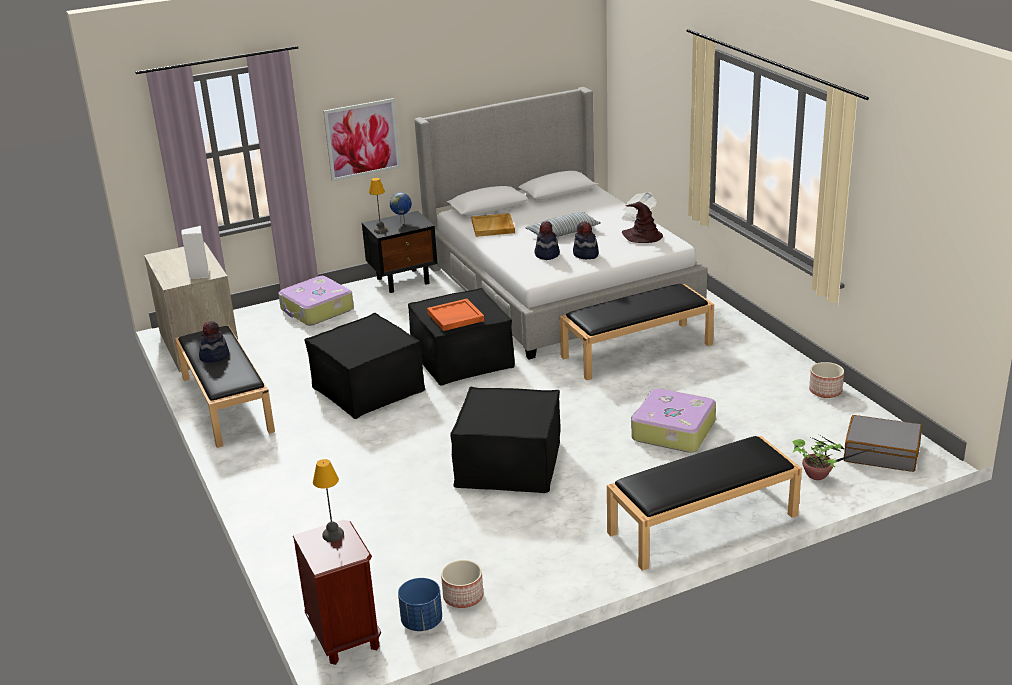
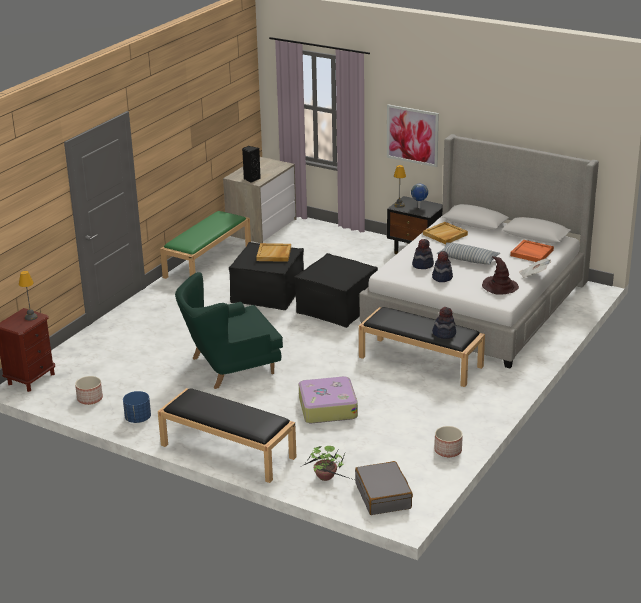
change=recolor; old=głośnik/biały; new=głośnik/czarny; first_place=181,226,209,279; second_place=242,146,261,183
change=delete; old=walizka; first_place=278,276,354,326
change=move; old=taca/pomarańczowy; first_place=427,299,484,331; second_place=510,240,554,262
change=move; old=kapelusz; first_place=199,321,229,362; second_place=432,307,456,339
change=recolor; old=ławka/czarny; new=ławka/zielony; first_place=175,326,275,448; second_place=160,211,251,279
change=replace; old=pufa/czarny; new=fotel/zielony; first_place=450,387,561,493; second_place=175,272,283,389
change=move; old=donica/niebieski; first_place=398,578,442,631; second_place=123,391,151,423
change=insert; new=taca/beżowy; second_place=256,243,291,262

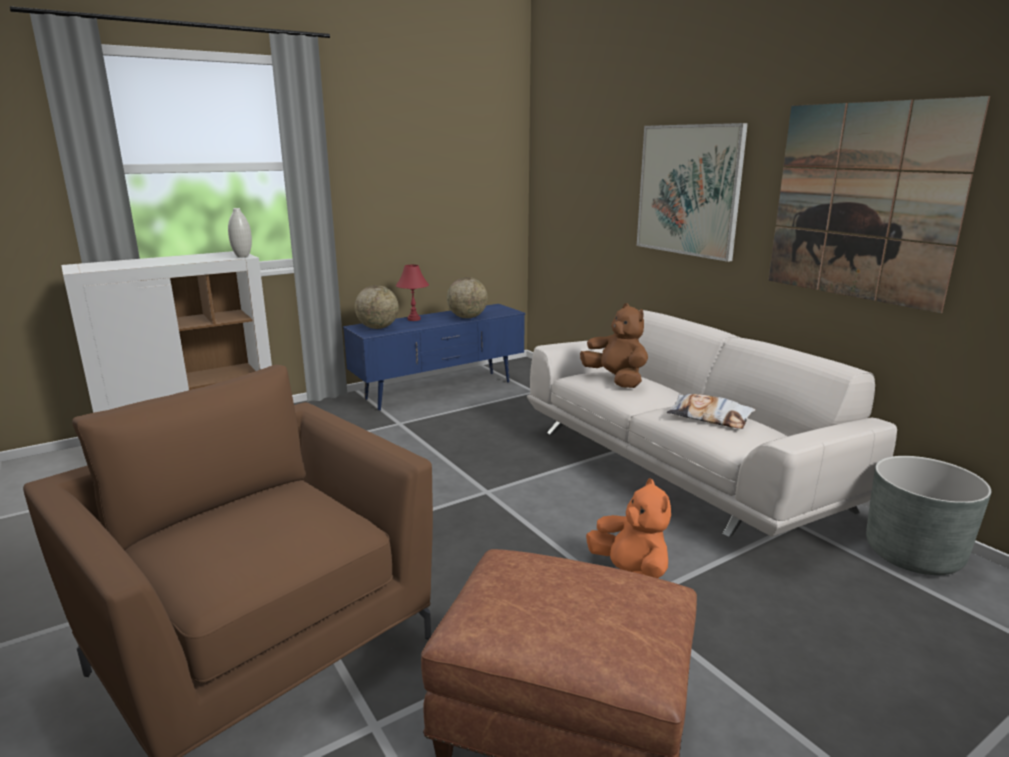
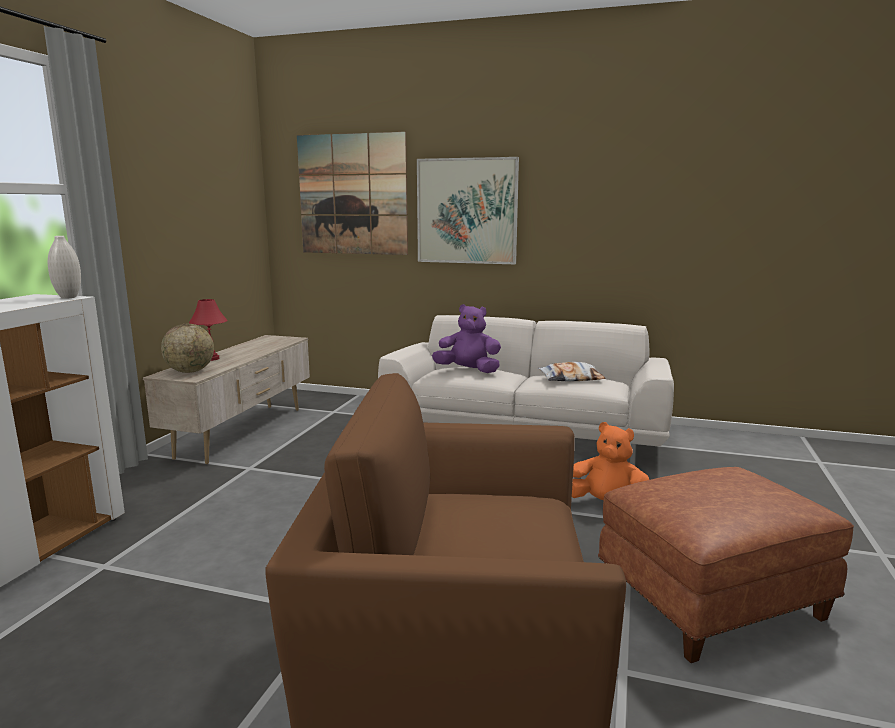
change=move; old=obraz; first_place=768,96,990,313; second_place=297,132,408,255
change=delete; old=globus; first_place=447,277,488,318
change=recolor; old=pluszak/brązowy; new=pluszak/fioletowy; first_place=580,303,648,388; second_place=432,304,501,373
change=recolor; old=szafka pod telewizor/niebieski; new=szafka pod telewizor/beżowy; first_place=343,304,525,411; second_place=143,335,310,464
change=delete; old=donica/szary; first_place=866,456,992,575

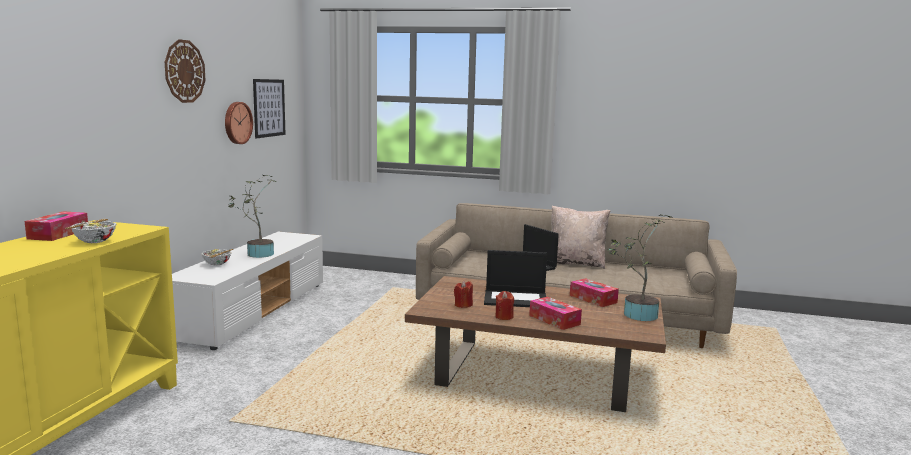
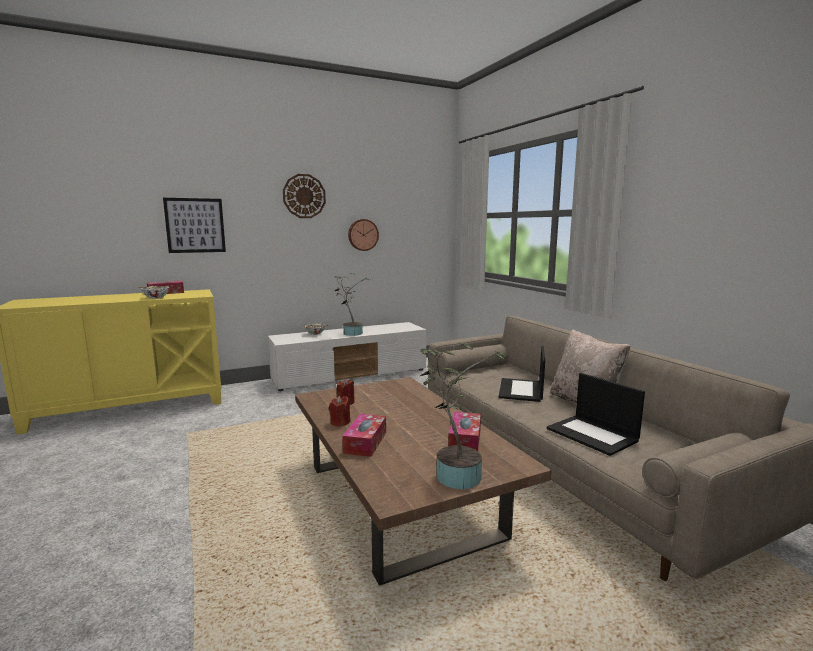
change=move; old=obraz; first_place=253,79,286,138; second_place=163,198,226,253
change=move; old=laptop; first_place=484,250,547,307; second_place=547,373,645,456

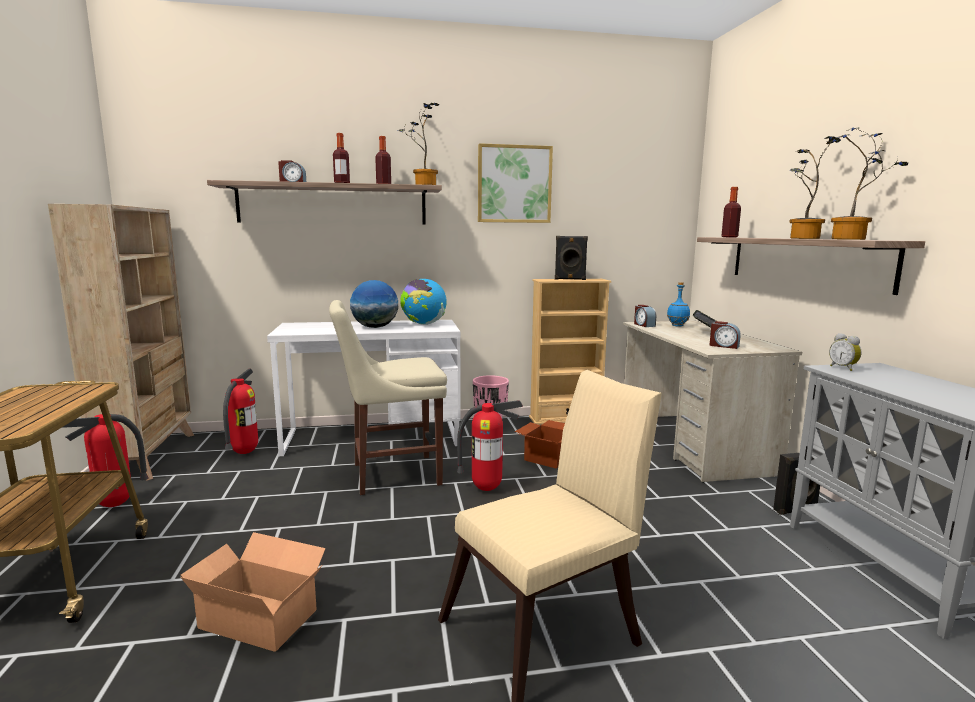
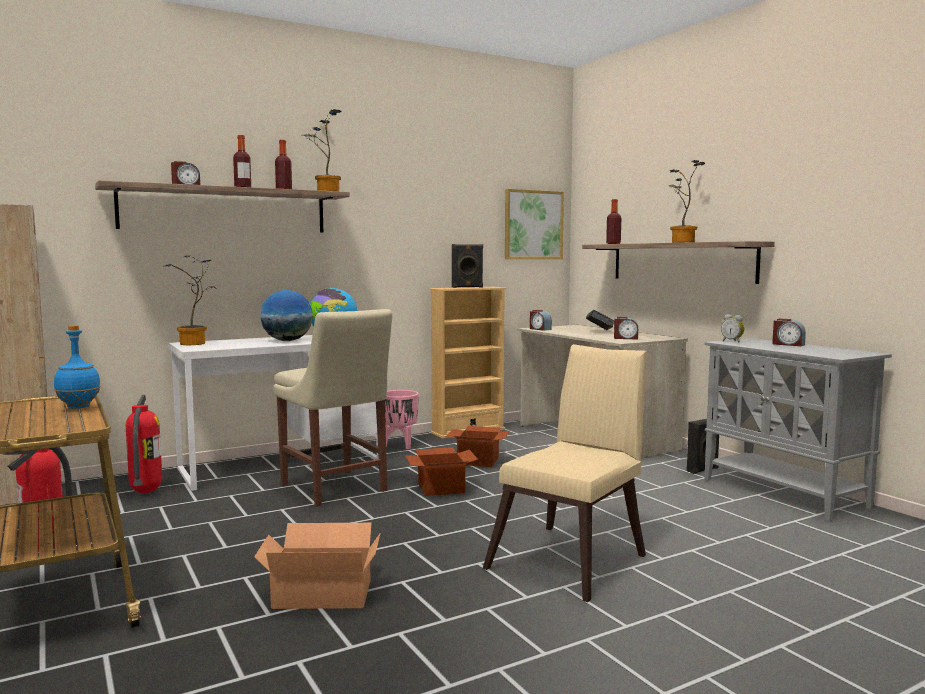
change=move; old=roślina doniczkowa; first_place=831,127,909,240; second_place=165,255,217,345
change=move; old=obraz; first_place=478,143,553,223; second_place=505,189,564,259
change=move; old=butelka/niebieski; first_place=667,282,690,327; second_place=54,325,101,409
change=rotate; old=krzesło/beżowy; first_place=329,300,447,495; second_place=273,309,392,507; degrees=-90
change=replace; old=gaśnica; new=karton; first_place=457,400,523,491; second_place=405,447,478,496
change=insert; new=budzik; second_place=772,319,806,346

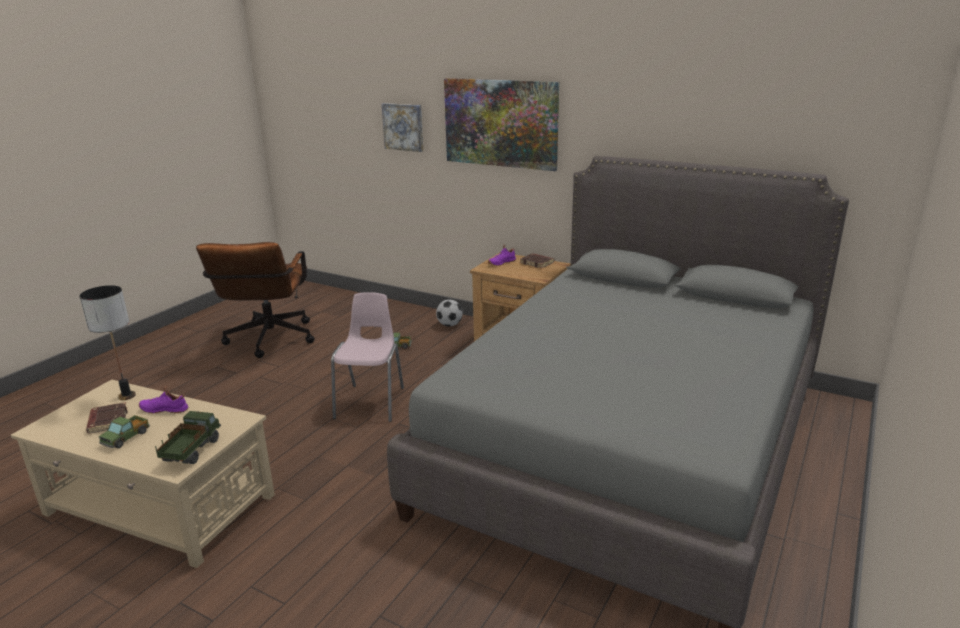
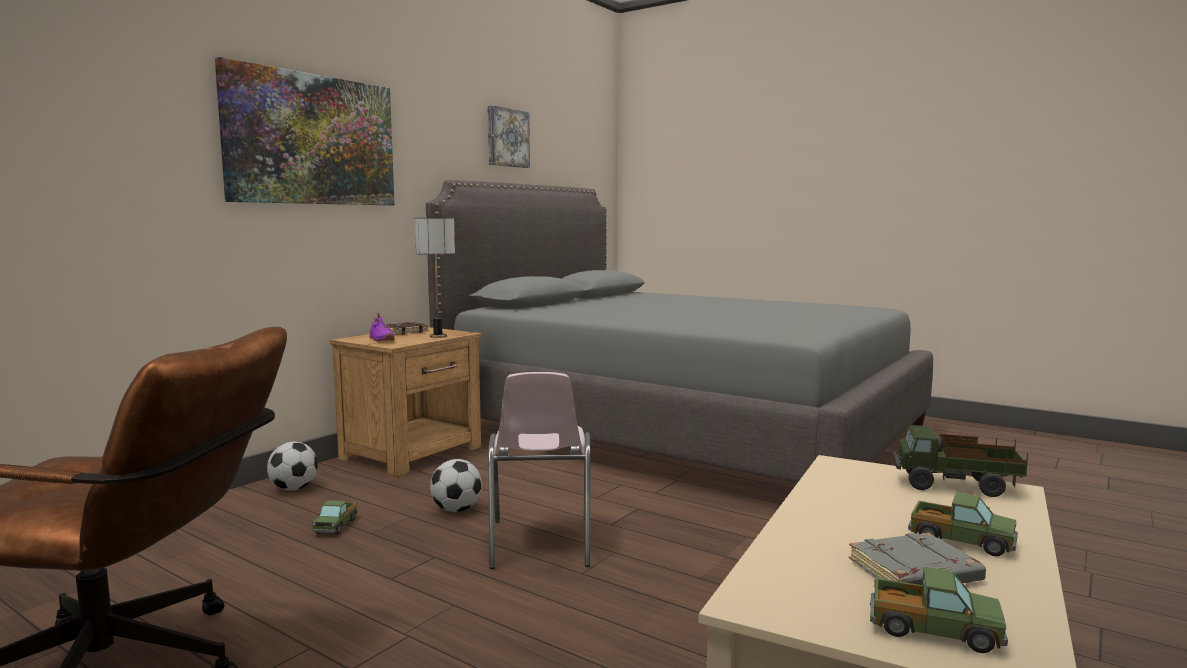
change=move; old=obraz; first_place=382,103,423,152; second_place=487,105,530,168
change=move; old=lampa stołowa; first_place=80,285,136,400; second_place=415,218,455,338
change=rotate; old=krzesło/różowy; first_place=331,292,404,422; second_place=488,372,590,569; degrees=-105
change=delete; old=but/fioletowy; first_place=139,386,188,414
change=recolor; old=książka/brązowy; new=książka/szary; first_place=86,402,128,434; second_place=849,533,986,585
change=insert; new=piłka futbolowa; second_place=430,459,482,512
change=insert; new=ciężarówka zabawkowa; second_place=870,567,1008,653

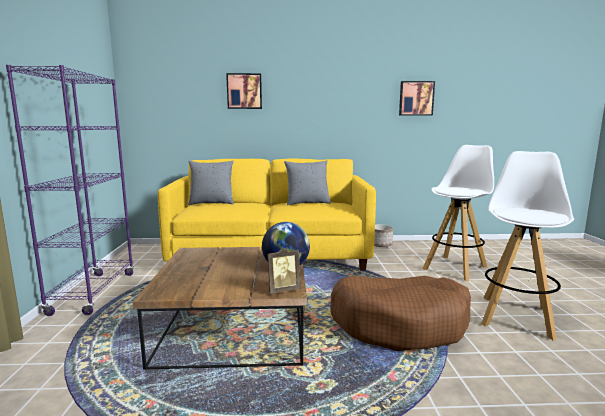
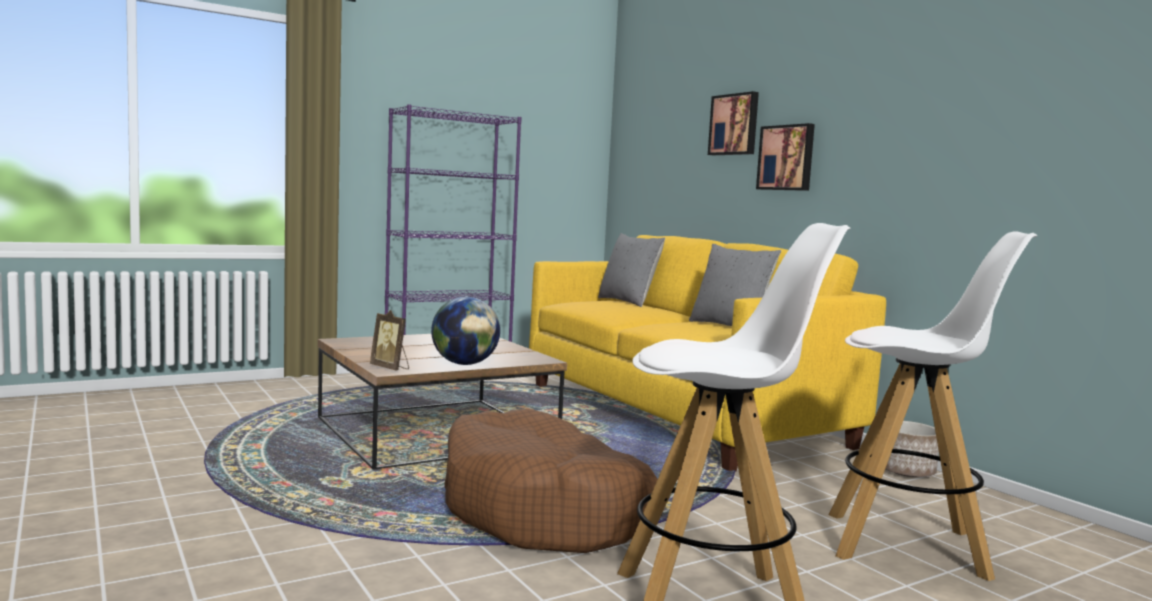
change=move; old=obraz; first_place=399,81,435,116; second_place=756,123,815,191

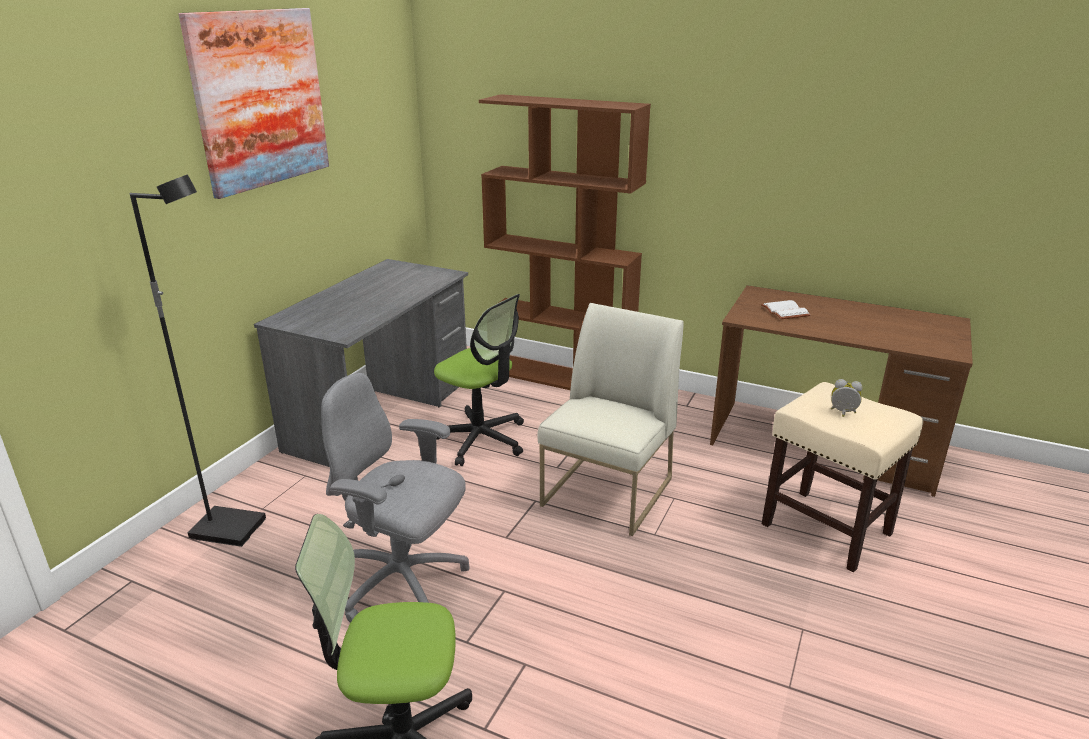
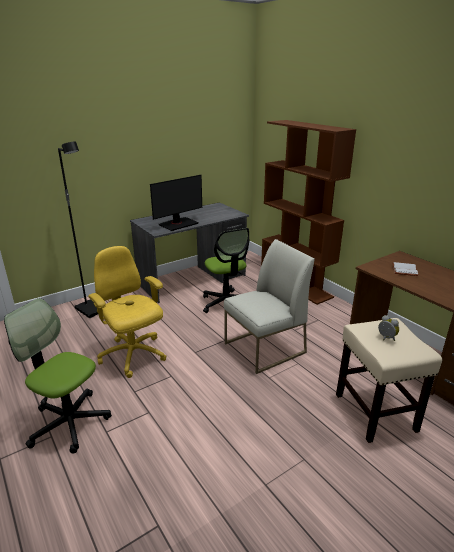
change=delete; old=obraz; first_place=179,8,329,199
change=recolor; old=krzesło biurowe/szary; new=krzesło biurowe/żółty; first_place=321,373,470,623; second_place=88,246,166,378
change=insert; new=monitor; second_place=150,175,202,231

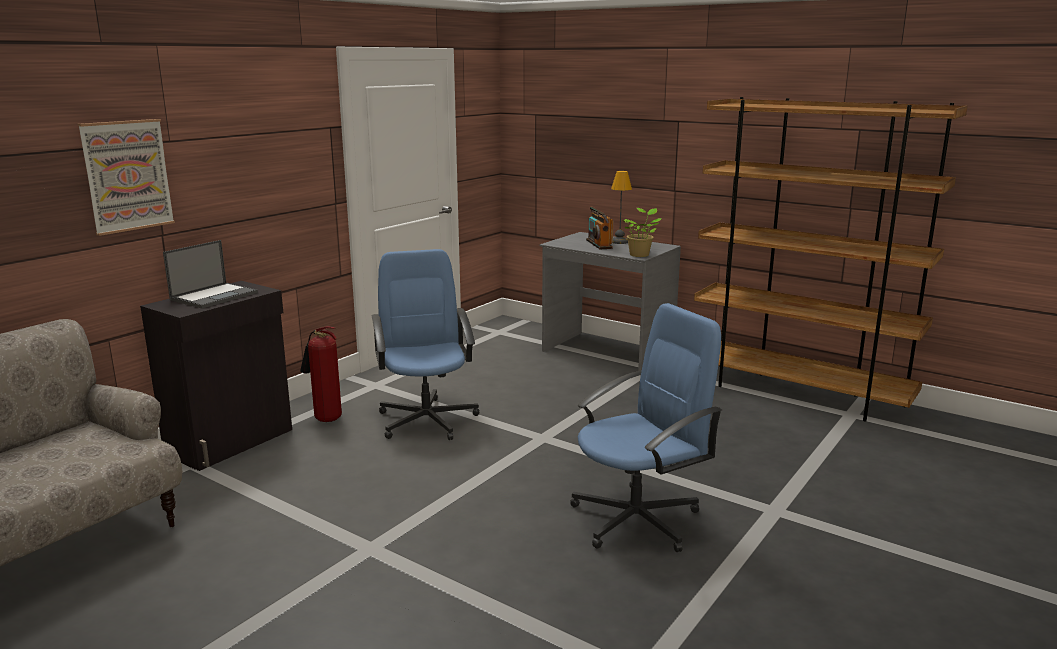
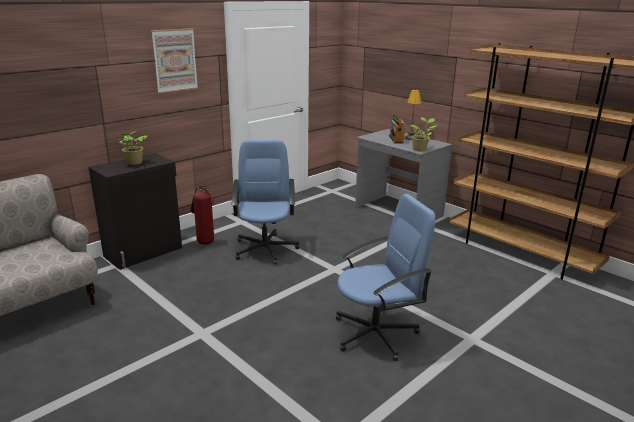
change=move; old=obraz; first_place=78,119,175,236; second_place=151,29,198,93
change=replace; old=laptop; new=roślina doniczkowa; first_place=163,240,258,309; second_place=118,131,147,165

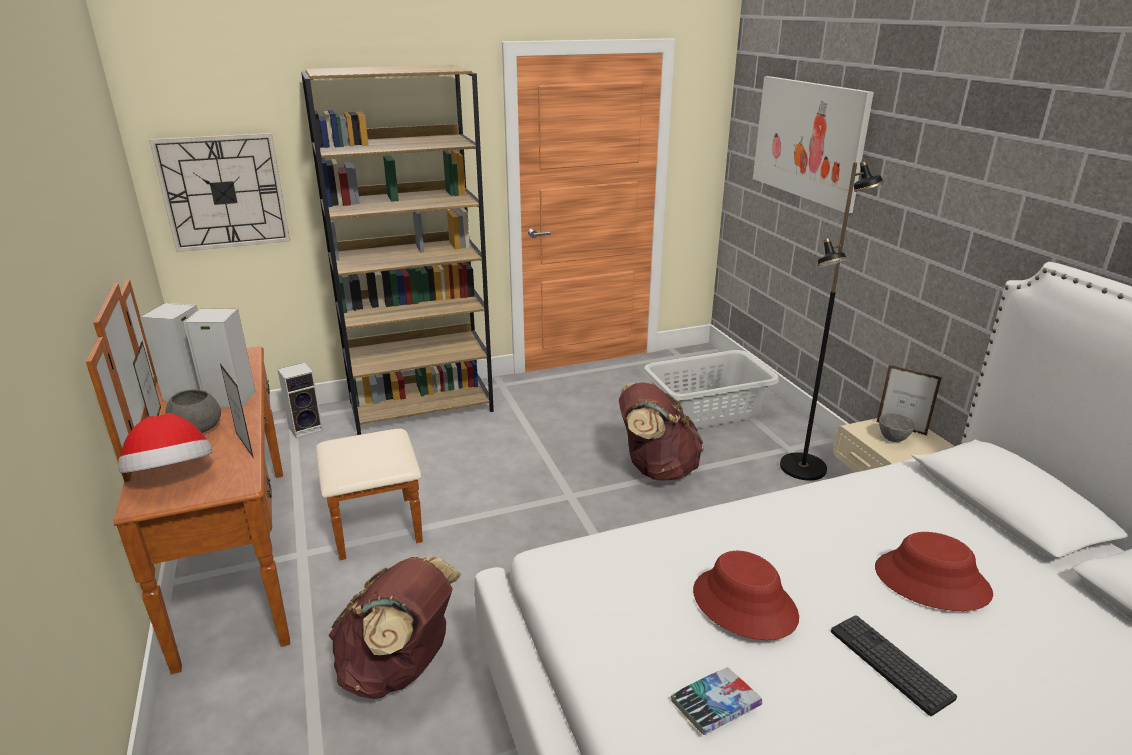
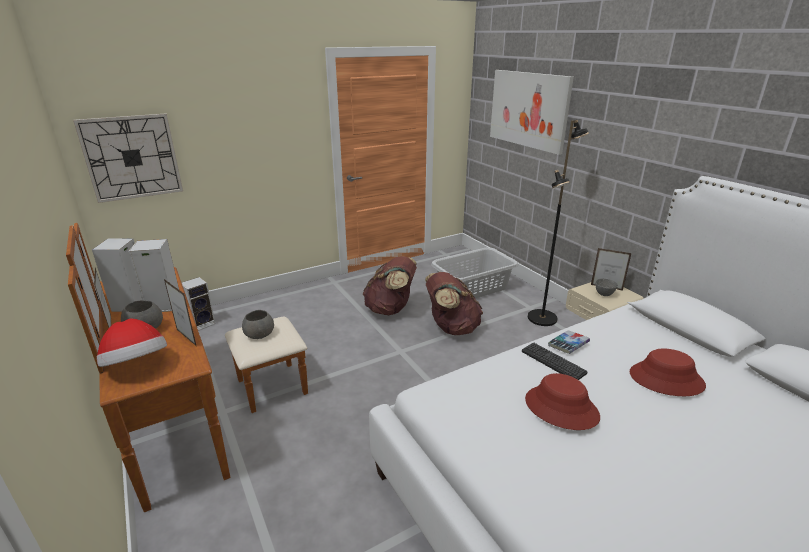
change=delete; old=regał/brązowy; first_place=301,65,494,435
change=move; old=plecak/brązowy; first_place=329,555,462,699; second_place=363,256,417,315
change=move; old=klawiatura; first_place=831,615,957,716; second_place=522,342,588,380
change=move; old=książka; first_place=671,667,762,735; second_place=548,331,590,354
change=insert; new=miska/szary; second_place=242,310,274,339

